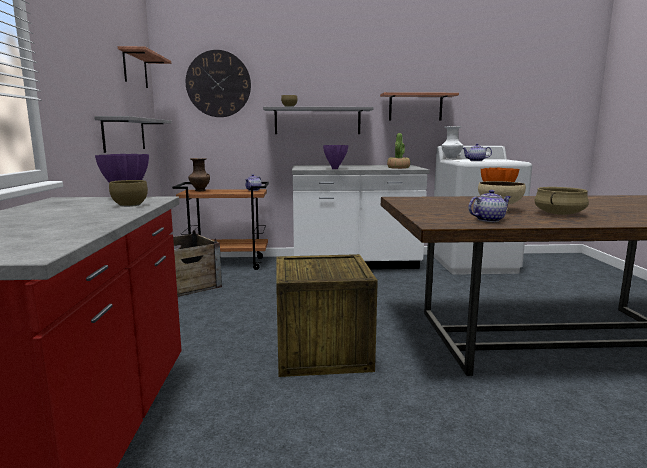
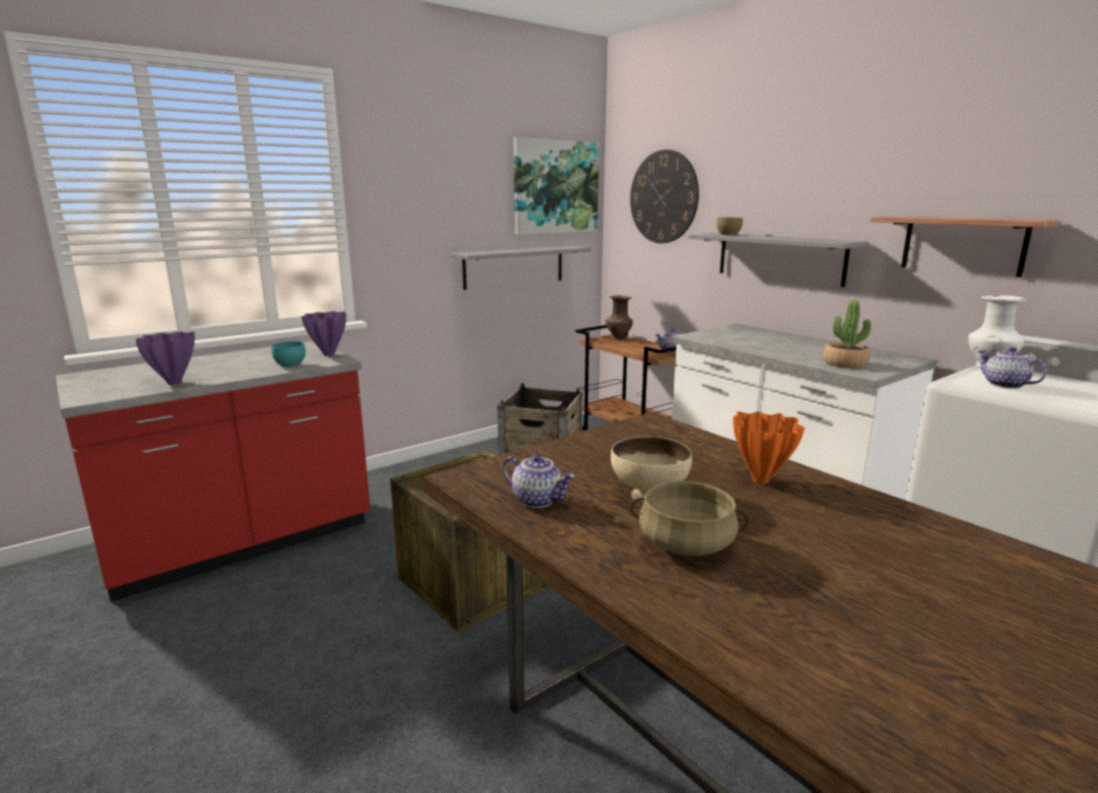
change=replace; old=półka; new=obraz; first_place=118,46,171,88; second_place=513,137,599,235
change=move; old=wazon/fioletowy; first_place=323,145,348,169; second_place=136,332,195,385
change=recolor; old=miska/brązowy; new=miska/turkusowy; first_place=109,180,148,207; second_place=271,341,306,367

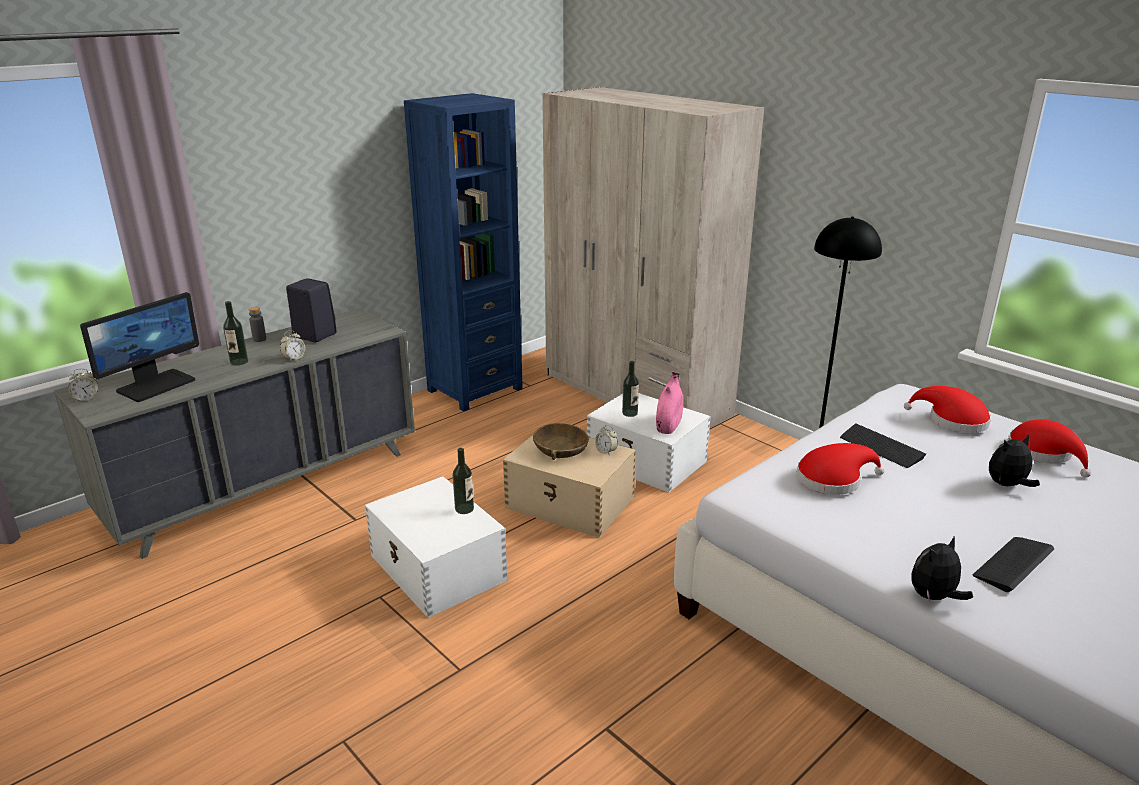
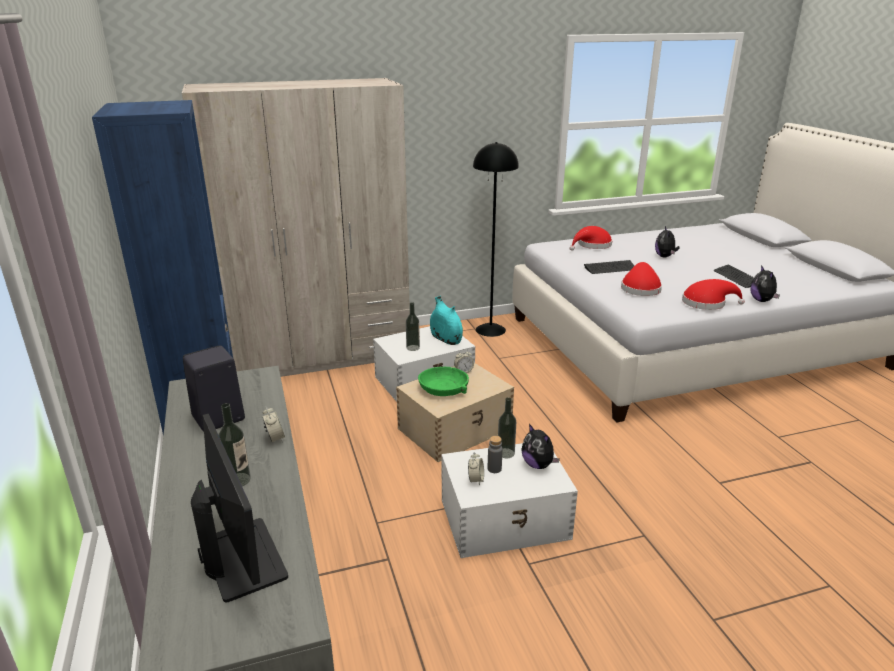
change=move; old=butelka/szary; first_place=249,307,266,342; second_place=488,436,503,473
change=move; old=budzik; first_place=68,368,98,402; second_place=468,452,484,486
change=recolor; old=wazon/różowy; new=wazon/turkusowy; first_place=656,372,683,434; second_place=430,296,463,345
change=move; old=kapelusz/czerwony; first_place=1008,419,1091,478; second_place=682,279,745,310
change=recolor; old=miska/brązowy; new=miska/zielony; first_place=533,423,589,460; second_place=418,367,469,396
change=insert; new=pluszak; second_place=521,424,560,469

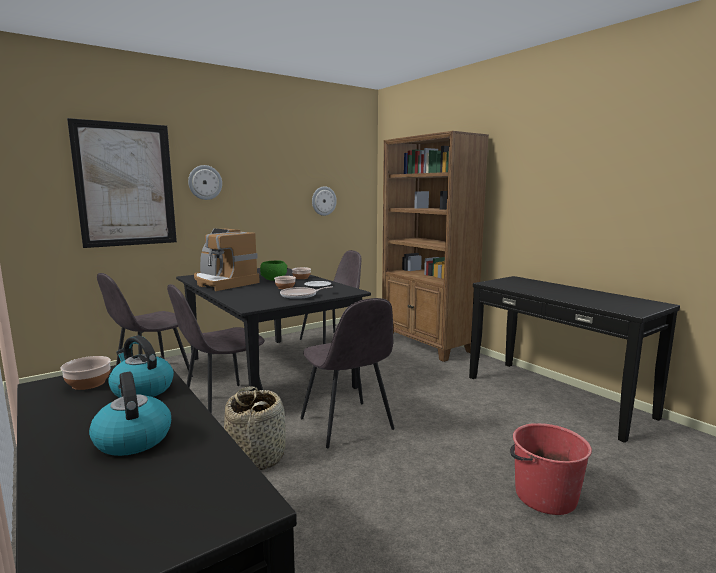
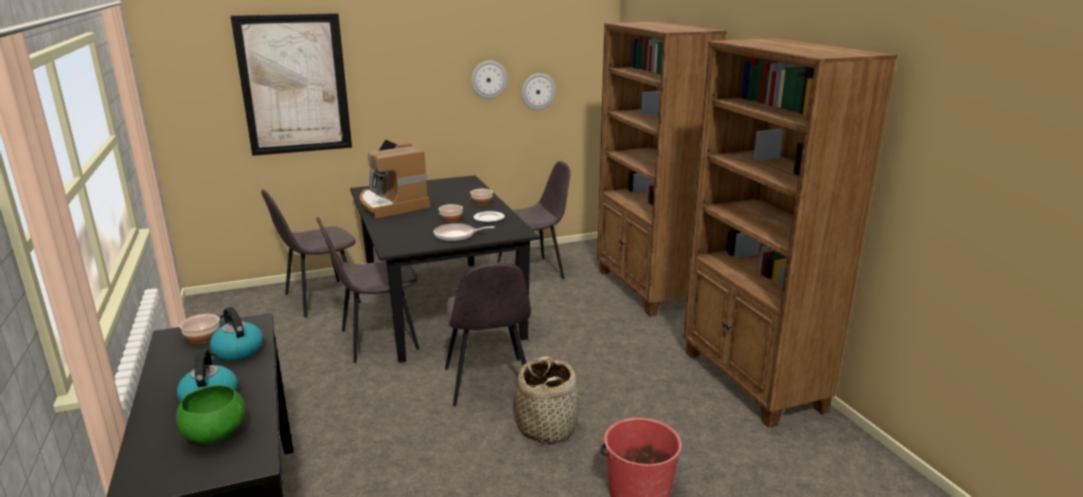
change=move; old=zegar ścienny; first_place=188,165,222,200; second_place=471,61,508,99
change=move; old=miska/zielony; first_place=260,260,287,281; second_place=176,385,245,444
change=replace; old=stolik konsolowy/czarny; new=regał/brązowy; first_place=469,276,680,443; second_place=683,38,898,428
change=move; old=koszyk; first_place=224,386,285,470; second_place=515,356,579,444

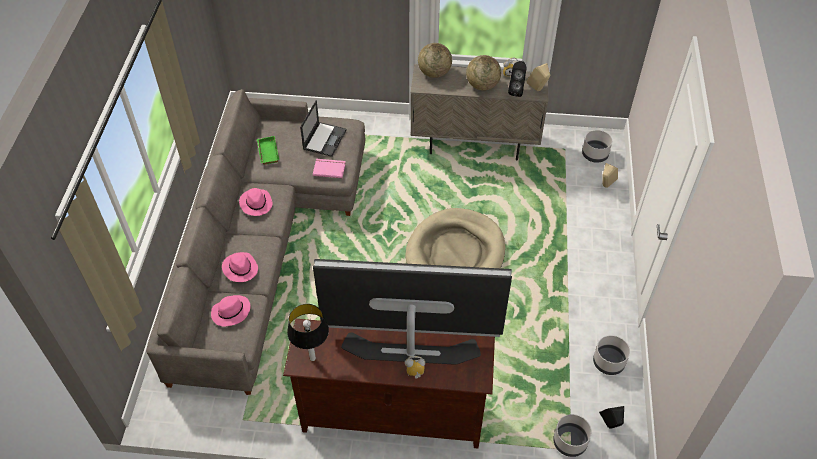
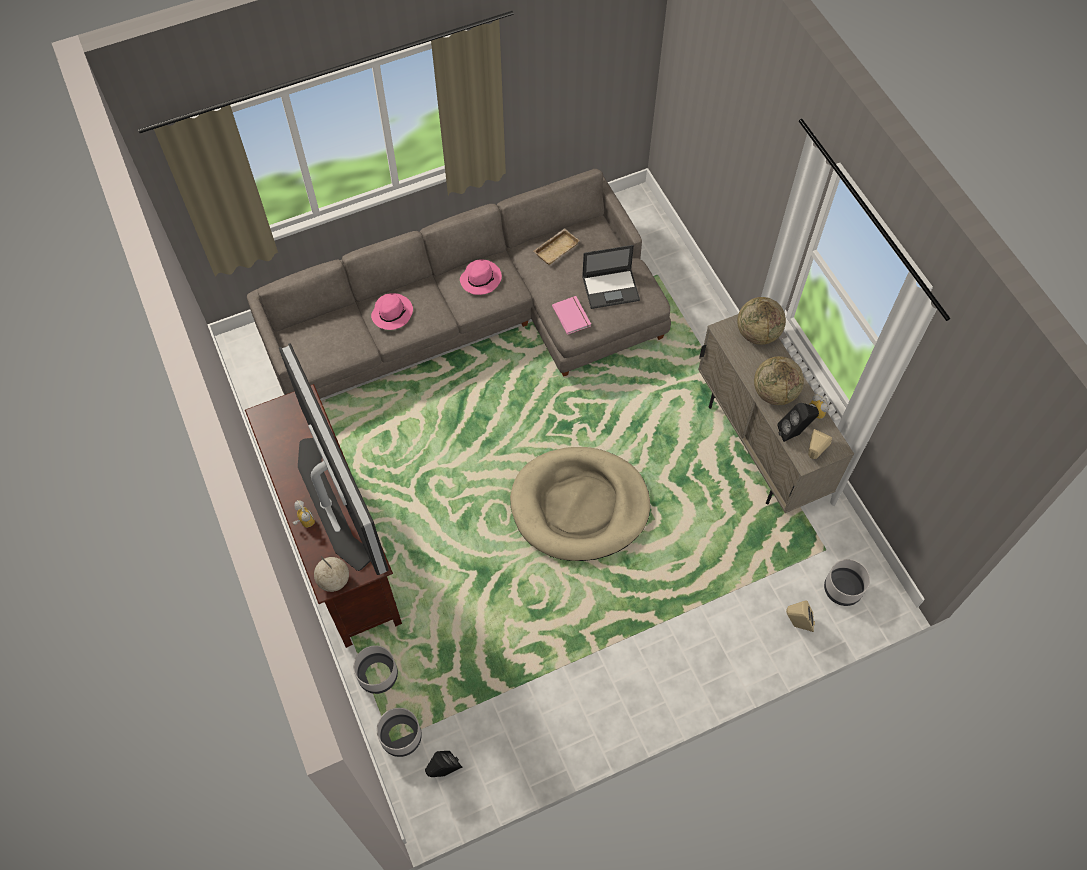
change=recolor; old=taca/zielony; new=taca/beżowy; first_place=257,136,279,165; second_place=534,228,580,265
change=delete; old=kapelusz/różowy; first_place=211,295,251,327
change=delete; old=lampa stołowa; first_place=287,304,329,361
change=move; old=donica/szary; first_place=593,335,630,375; second_place=353,645,398,694
change=insert; new=globus; second_place=314,556,349,592

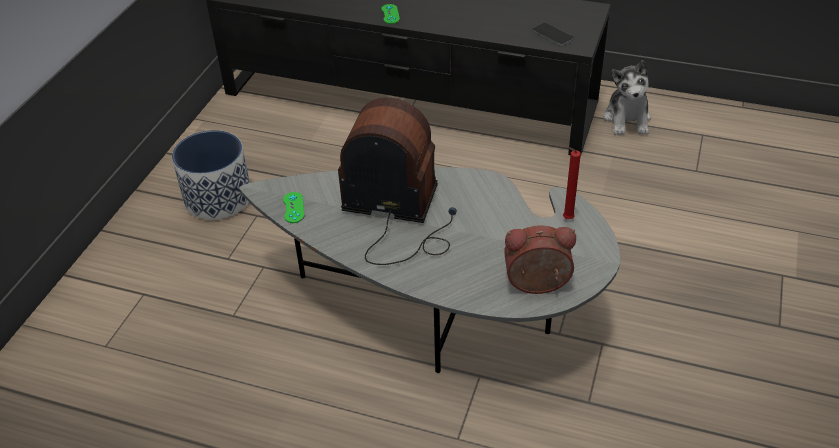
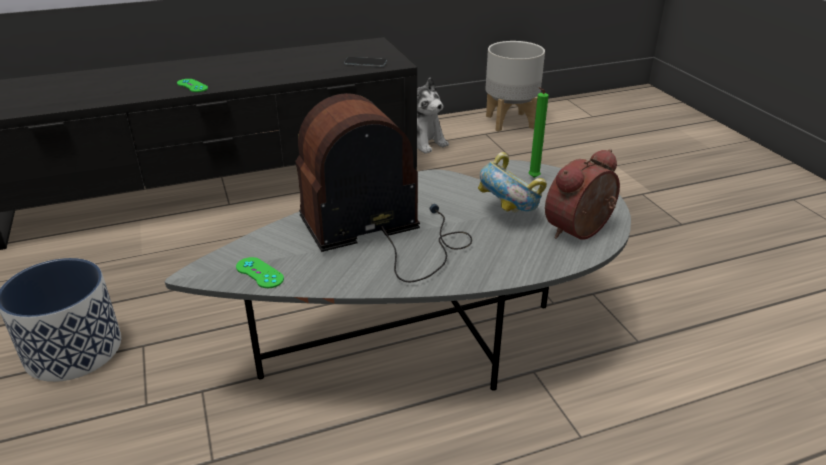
change=recolor; old=świeca/czerwony; new=świeca/zielony; first_place=563,147,581,219; second_place=528,87,549,178
change=insert; new=donica/szary; second_place=486,41,545,132
change=insert; new=miska; second_place=478,152,547,213

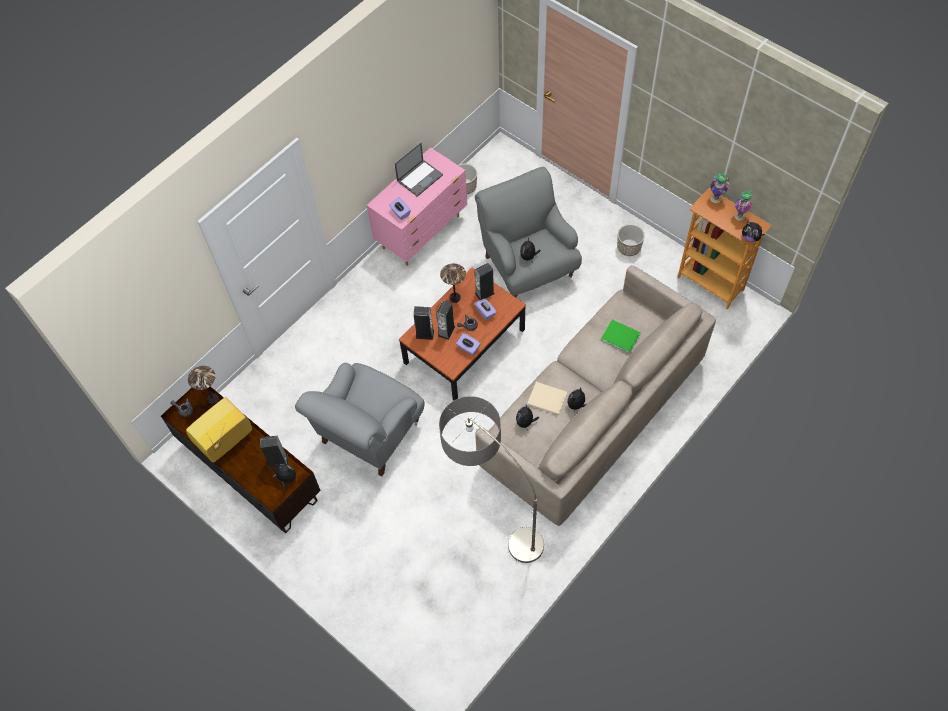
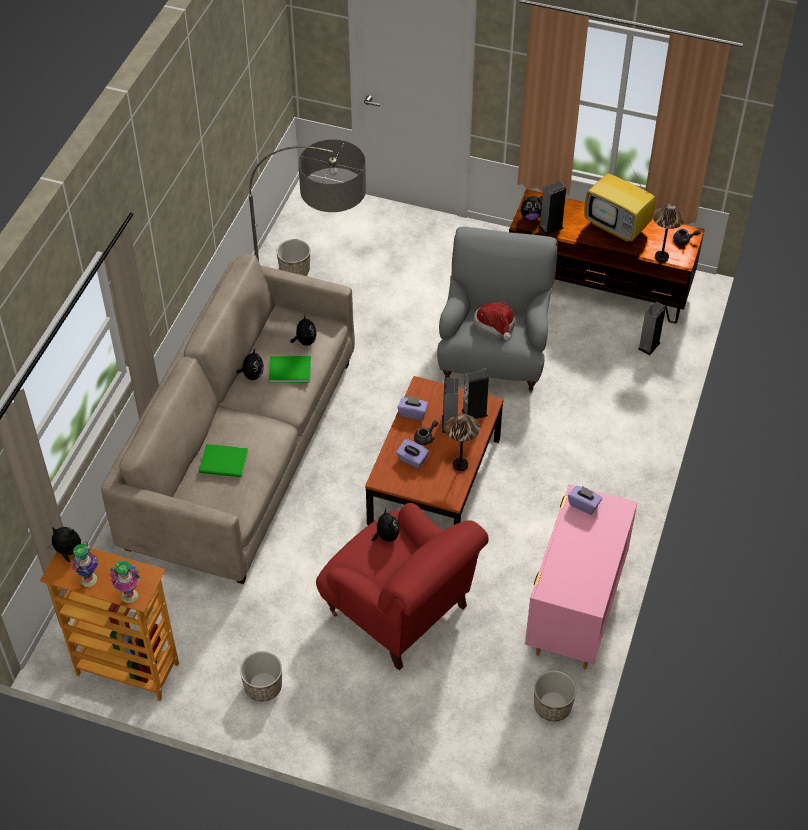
change=delete; old=laptop; first_place=395,143,443,197
change=recolor; old=fotel/szary; new=fotel/czerwony; first_place=475,167,582,297; second_place=316,503,489,670
change=move; old=głośnik; first_place=475,263,495,300; second_place=638,302,666,355
change=recolor; old=książka/beżowy; new=książka/zielony; first_place=527,382,567,415; second_place=269,356,311,383
change=rotate; old=telewizor; first_place=186,397,252,462; second_place=584,161,655,242; degrees=105
change=insert; new=donica; second_place=276,239,310,276
change=insert; new=kapelusz; second_place=473,303,515,341

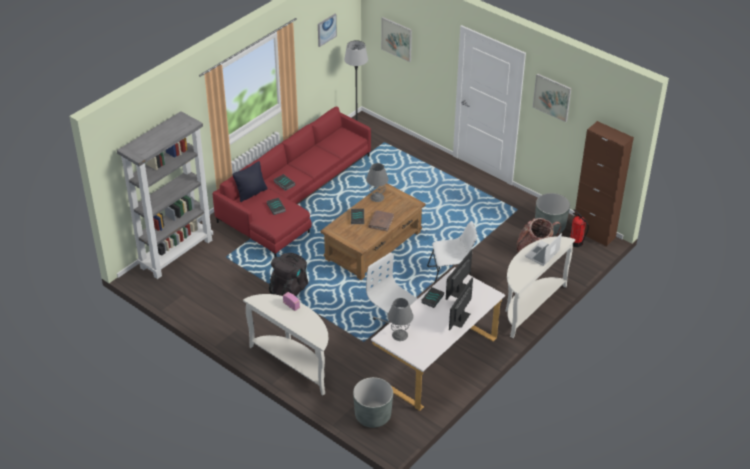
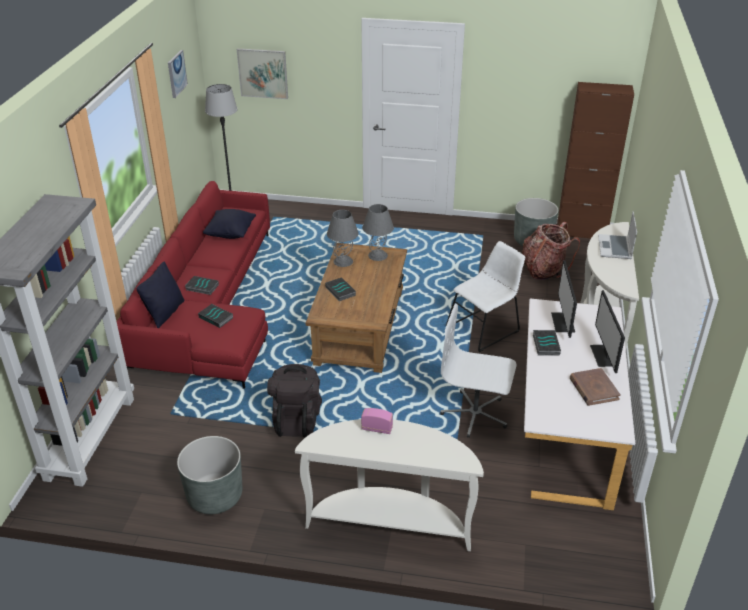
change=delete; old=obraz; first_place=533,73,572,122
change=delete; old=gaśnica; first_place=570,209,589,247
change=move; old=książka/brązowy; first_place=368,210,394,231; second_place=570,368,621,406
change=move; old=lampa stołowa/szary; first_place=387,298,414,341; second_place=362,204,394,261
change=move; old=donica/szary; first_place=353,377,393,428; second_place=177,436,242,514
change=insert; new=poduszka/czarny; second_place=203,209,256,239

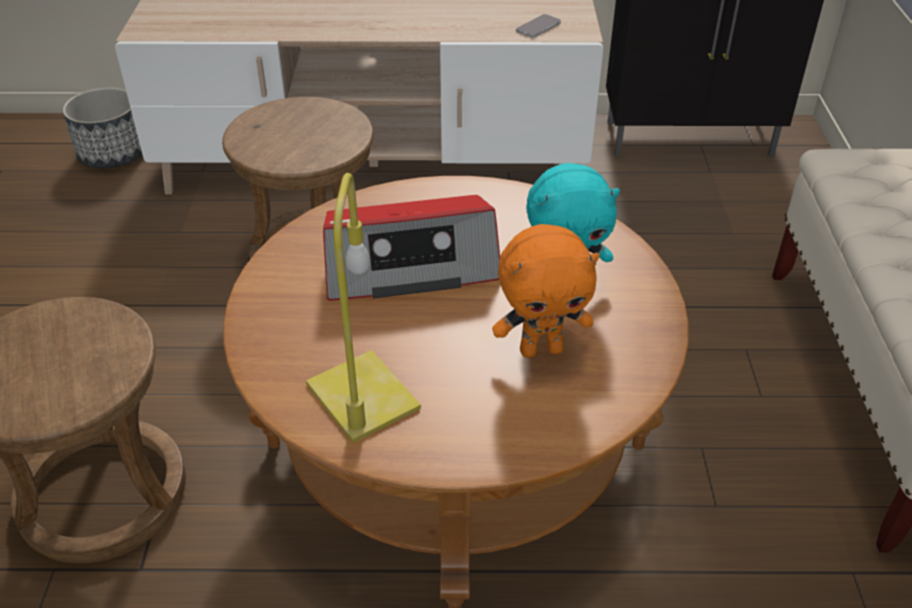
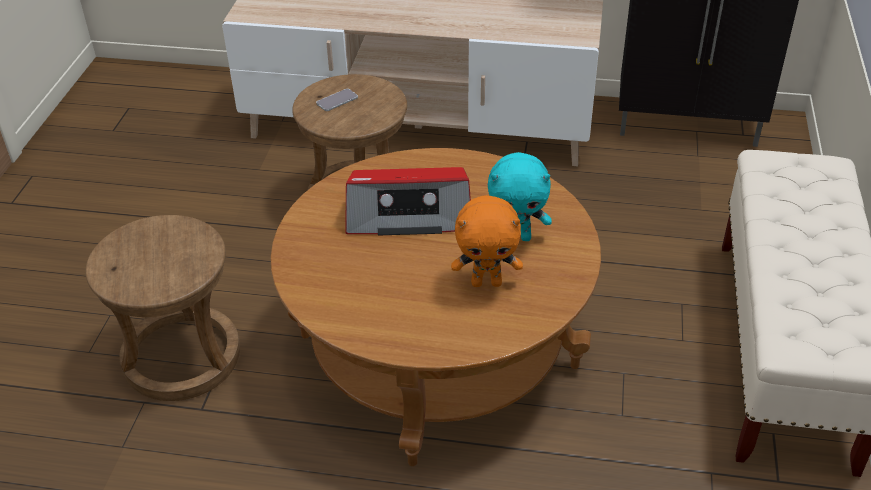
change=move; old=telefon; first_place=516,14,561,37; second_place=316,89,358,111
change=delete; old=donica; first_place=62,87,142,168
change=delete; old=lampa stołowa/żółty; first_place=306,173,421,443

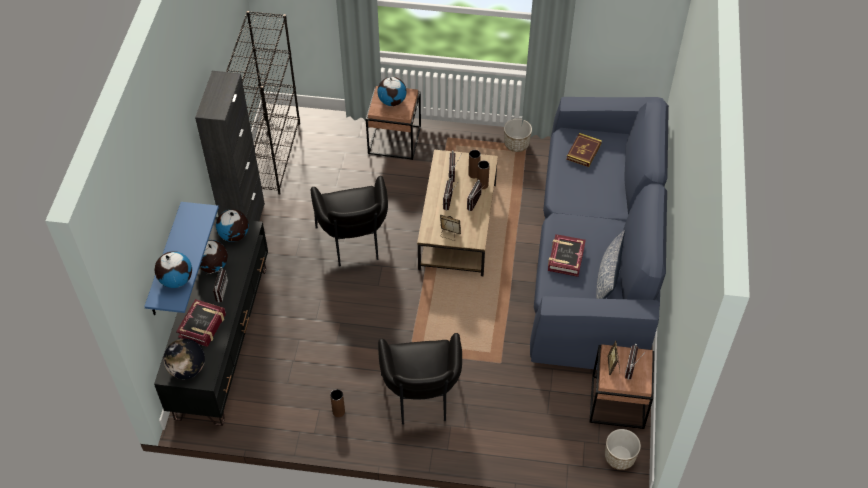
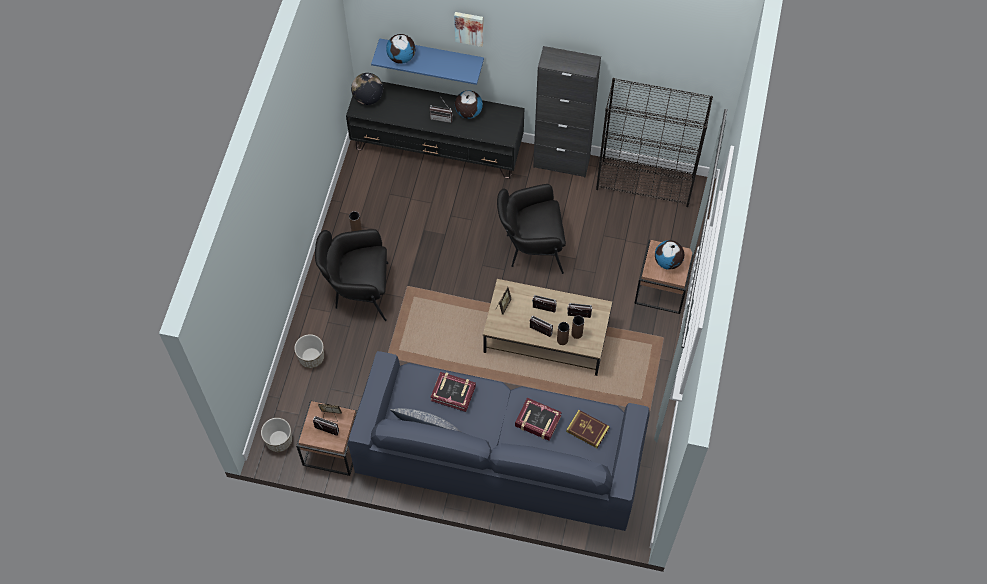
change=move; old=donica; first_place=504,119,532,152; second_place=294,334,324,368
change=delete; old=globus; first_place=216,209,249,242
change=move; old=książka; first_place=176,299,226,347; second_place=515,398,562,441
change=insert; new=obraz; second_place=454,12,483,47

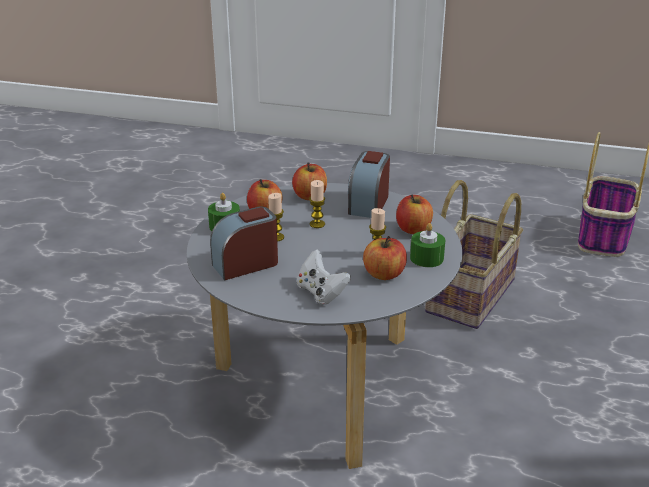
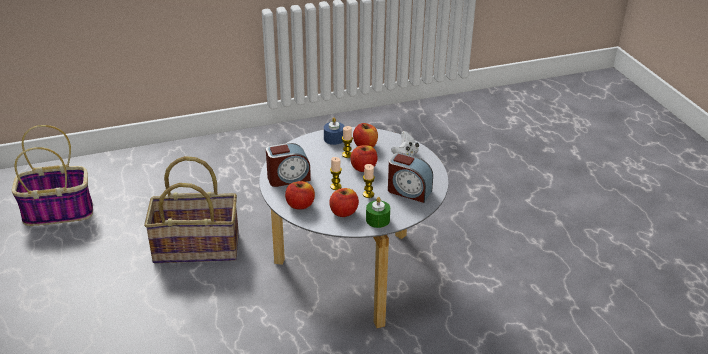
change=move; old=jabłko; first_place=396,194,433,234; second_place=350,145,378,172
change=recolor; old=świeca/zielony; new=świeca/niebieski; first_place=410,223,445,267; second_place=324,117,345,145

